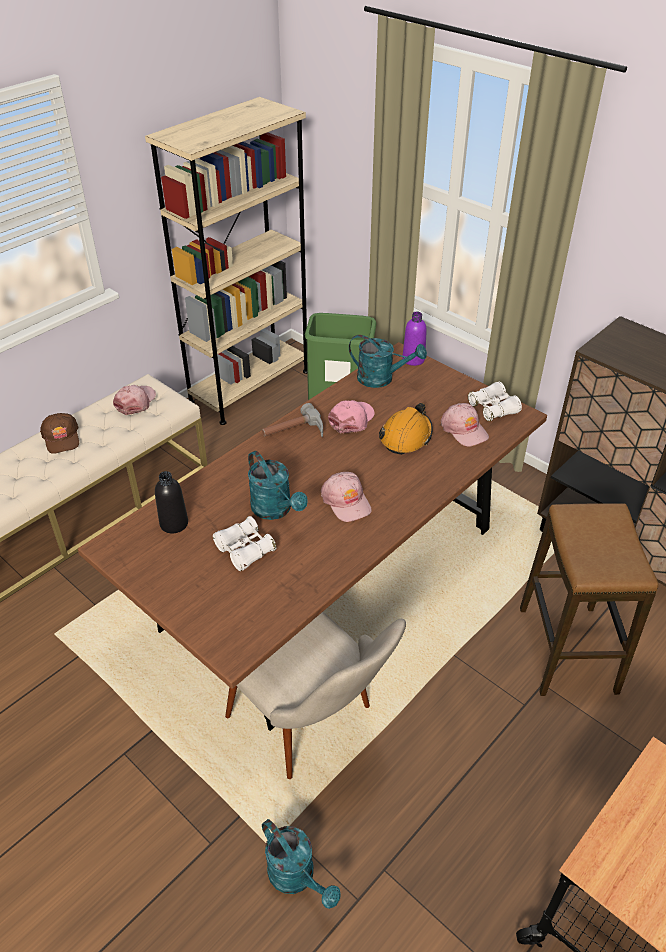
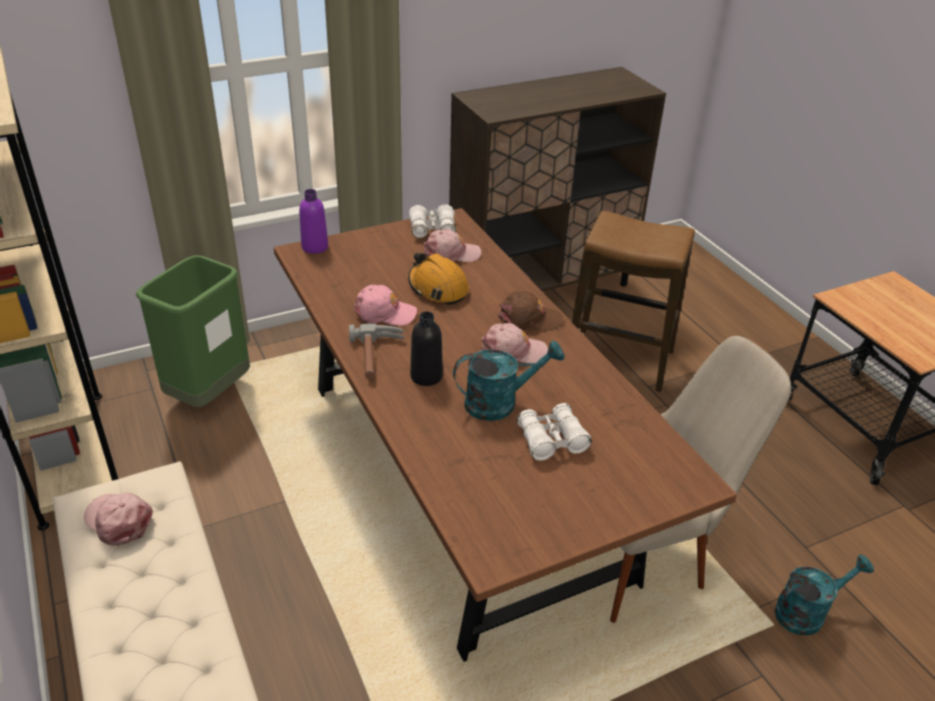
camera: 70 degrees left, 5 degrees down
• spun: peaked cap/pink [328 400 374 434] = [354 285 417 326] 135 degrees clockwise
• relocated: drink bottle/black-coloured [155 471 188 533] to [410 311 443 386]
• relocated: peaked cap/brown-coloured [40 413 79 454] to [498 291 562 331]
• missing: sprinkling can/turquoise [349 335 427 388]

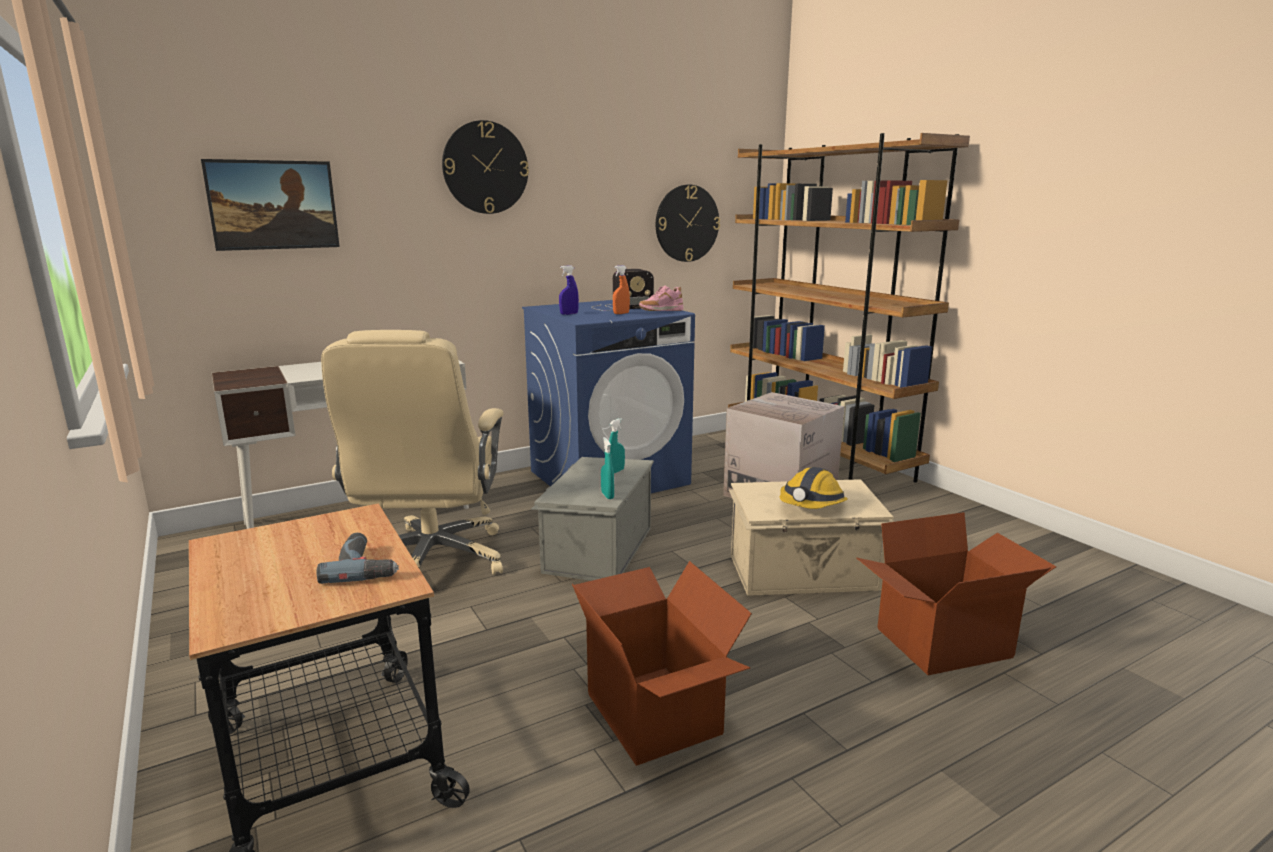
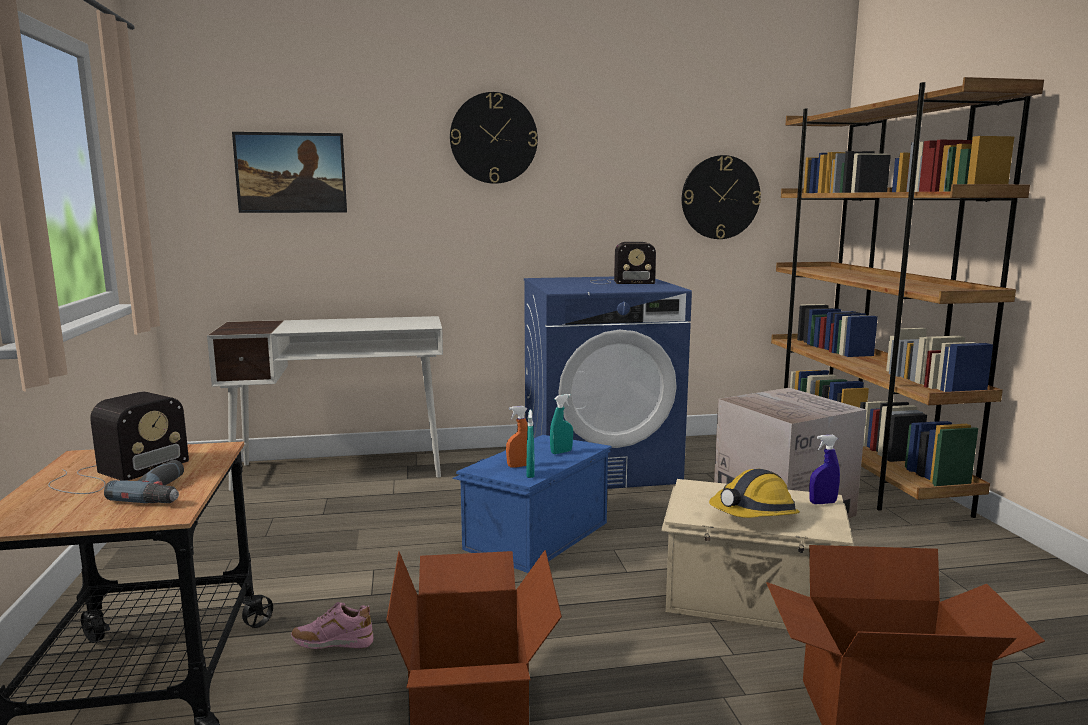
camera: 20 degrees right, 5 degrees down
• appeared: radio set [48 391 189 494]
• relocated: low shoe/pink [639 285 683 311] to [291 602 373 649]
• colour: storage container/gray [531 457 654 581] to storage container/bluish [452 435 611 573]
• relocated: hand sprayer/orange-coloured [613 265 630 314] to [506 406 528 468]
• relocated: hand sprayer/bluish [559 266 579 315] to [809 435 840 504]
• missing: desk chair/beige-coloured [321 330 503 575]

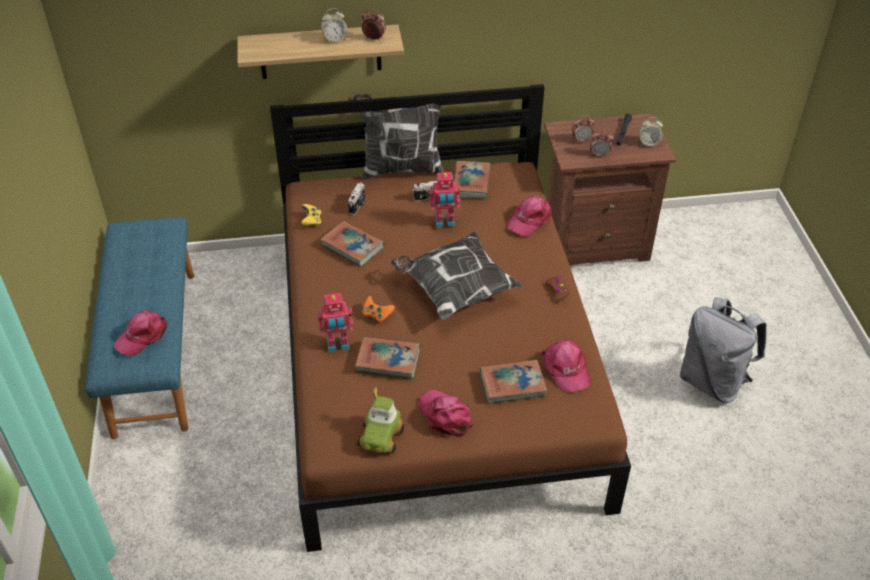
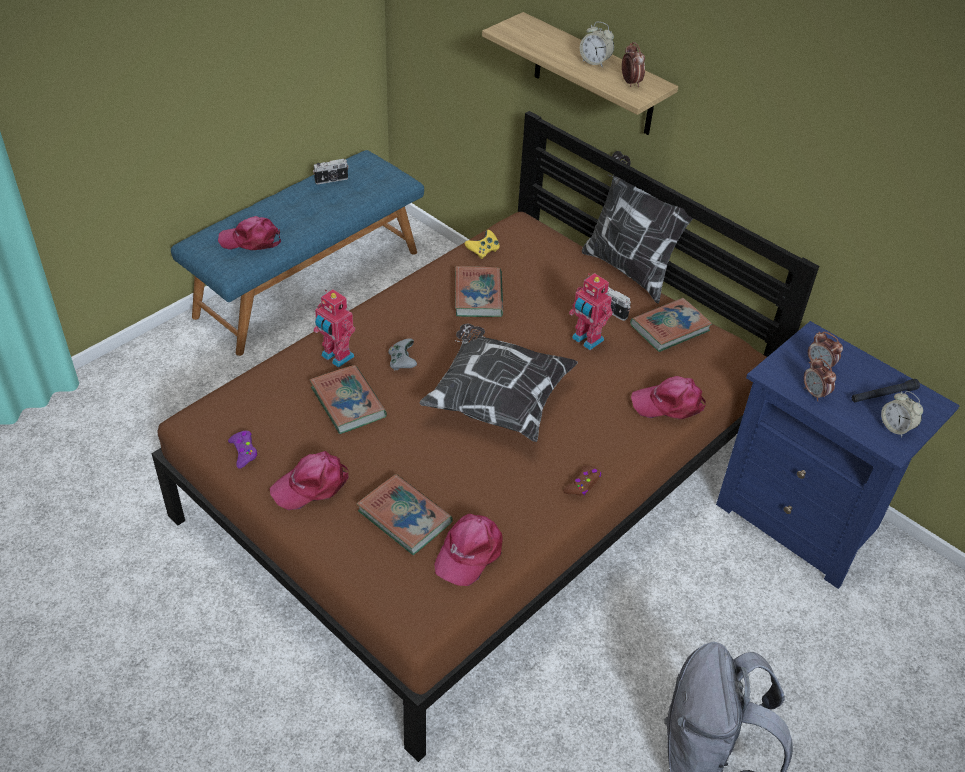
camera: 50 degrees right, 0 degrees up
• exchanged: model car [357 387 404 453] to joypad/purple [228 431 257 469]
• spun: peaked cap/pink [418 390 474 437] = [270 451 348 510] 135 degrees counterclockwise
• relocated: photo camera [348 182 365 215] to [313 159 349 184]
• colour: joypad/orange-coloured [362 296 395 323] to joypad/gray [388 339 417 371]
• colour: bedside table/brown-coloured [544 113 676 265] to bedside table/bluish [716 321 960 589]

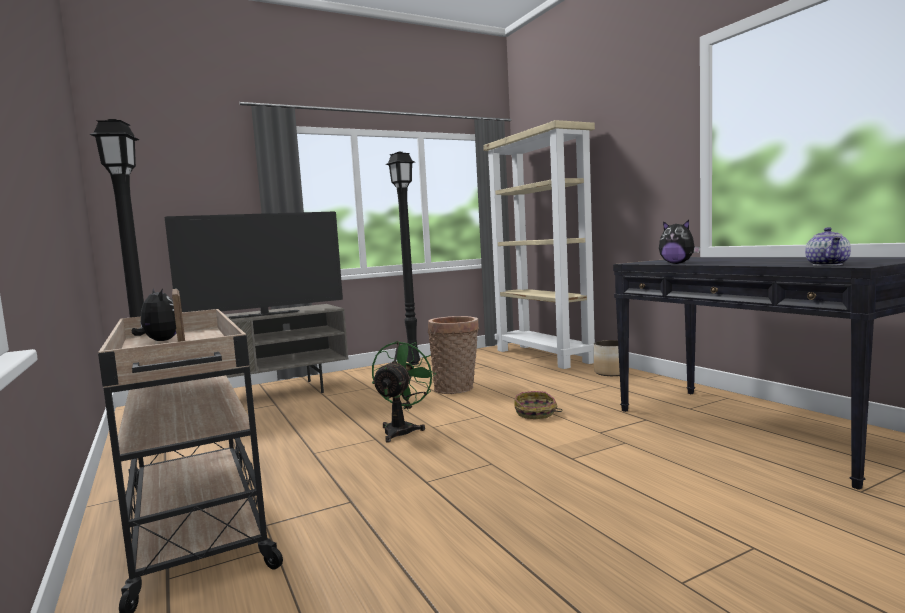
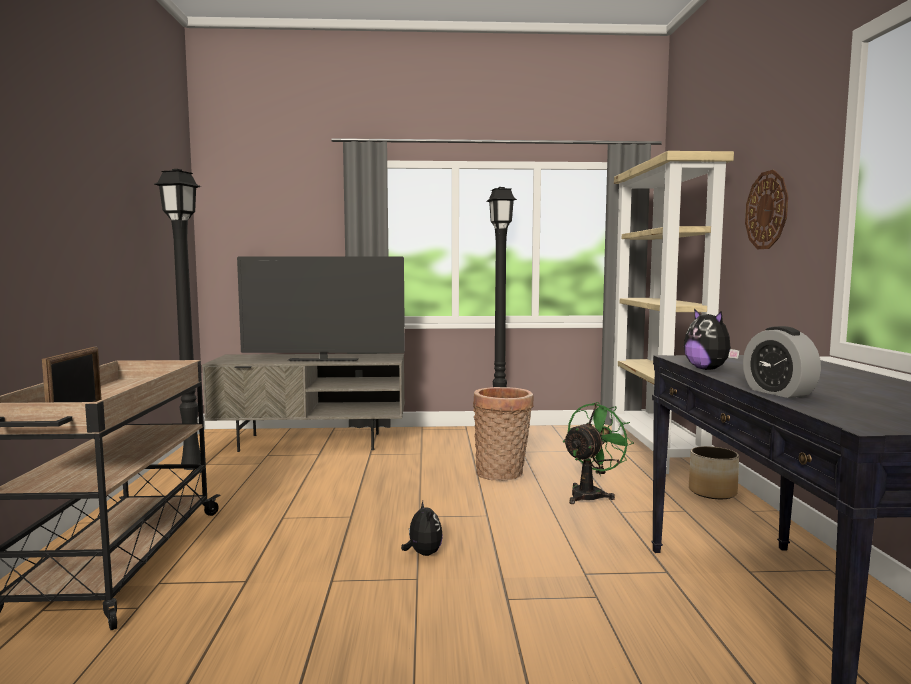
camera: 25 degrees right, 0 degrees up
• relocated: plush toy [132 288 176 341] to [401 501 443 556]
• relocated: electric fan/green [372 341 437 443] to [563 402 634 504]
• appeared: table clock [743 326 821 398]
• appeared: wall clock [745 170 788 249]
• missing: household basket [515 391 563 419]
• missing: teapot [805 227 851 266]

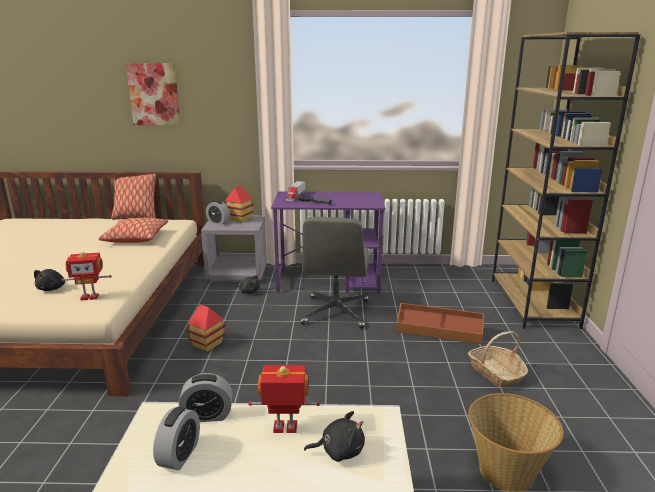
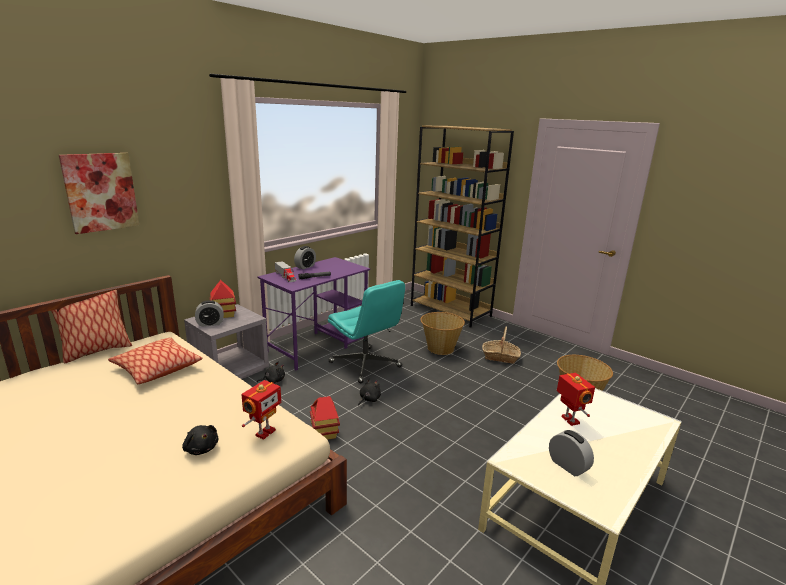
camera: 50 degrees left, 0 degrees up
• relocated: table clock [179 373 233 422] to [294 246 316 269]
• colour: desk chair/gray [300 217 369 329] to desk chair/turquoise [328 280 405 383]
• relocated: plush toy/black-coloured [304 411 365 462] to [358 379 381 406]
• exchanged: storage container/brown-coloured [396 303 484 344] to household basket [420 312 465 355]
• spun: robot figure [248 365 320 433] = [556 373 595 426] 120 degrees clockwise

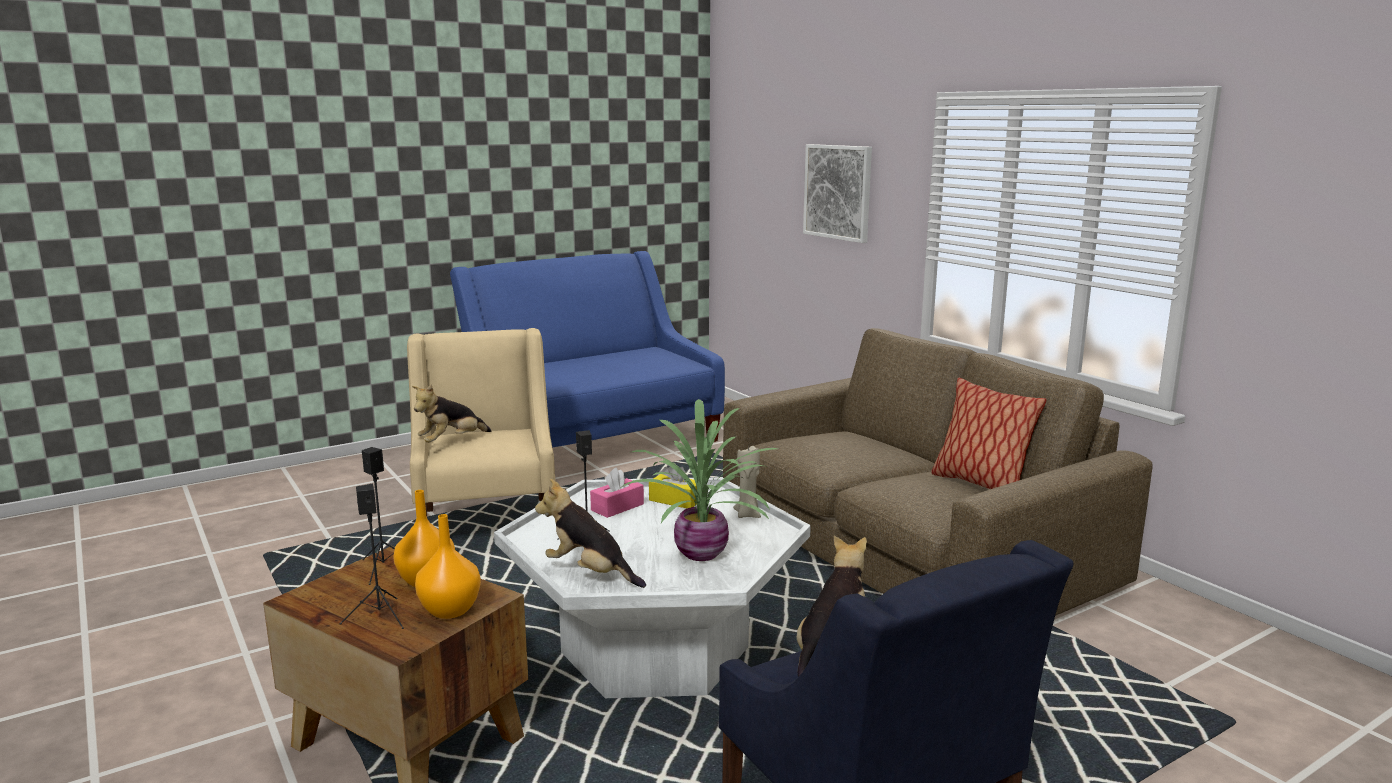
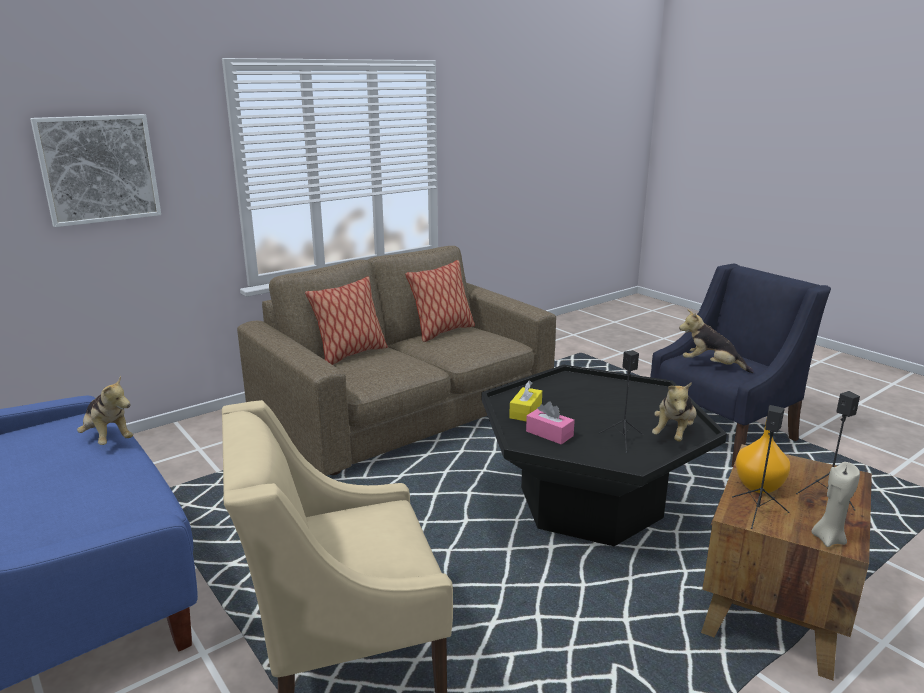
camera: 95 degrees left, 5 degrees up
• relocated: plush toy [412 385 491 443] to [77 376 133 445]
• appeared: throw pillow [305 276 388 365]
• colour: low table/whitish [494 477 811 698] to low table/black-coloured [482 365 727 546]
• relocated: wax candle/beige-coloured [733 444 761 518] to [811 462 860 547]
• missing: flower vase/orange-coloured [415 514 481 619]
• missing: plant in a pot [618 399 778 561]

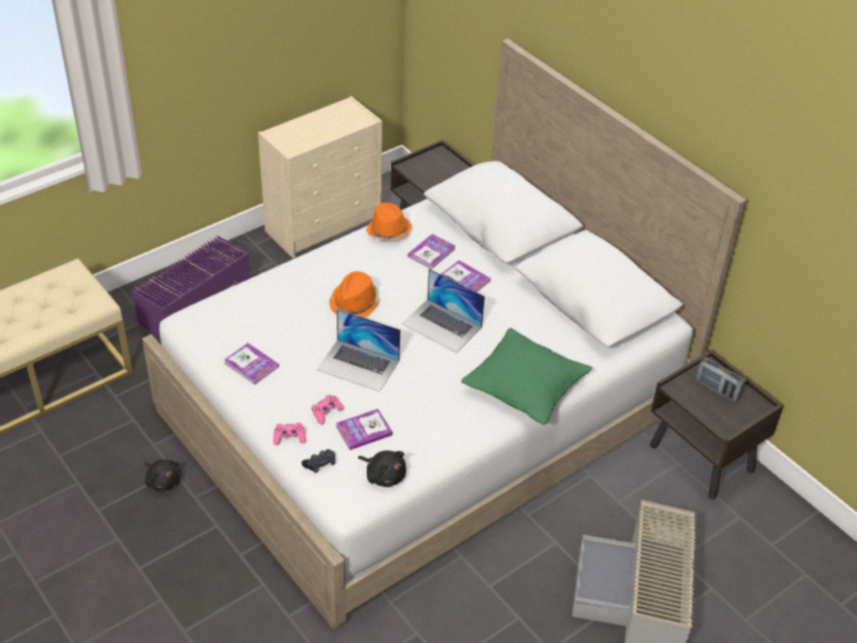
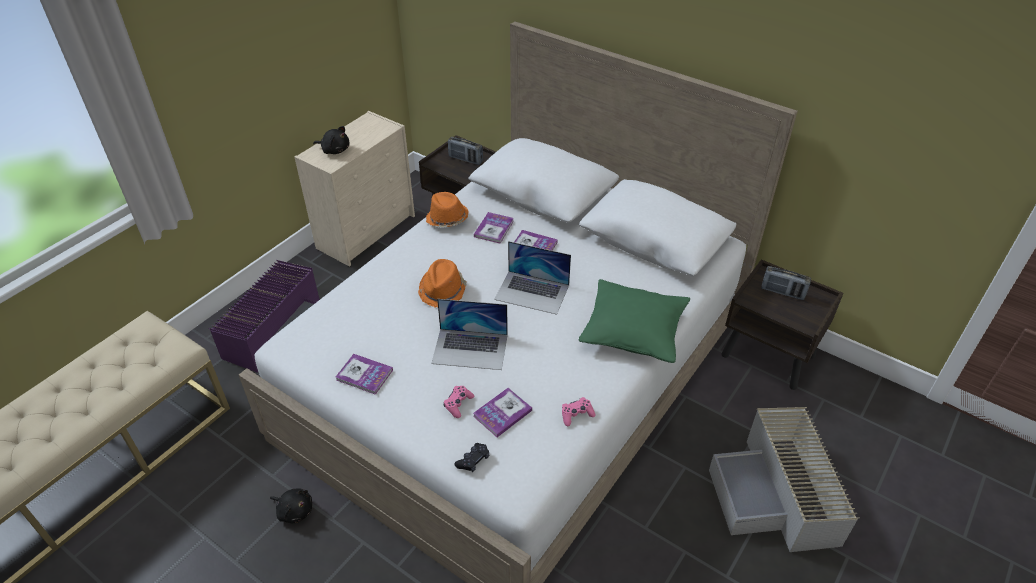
camera: 15 degrees left, 0 degrees up
• relocated: plush toy/black-coloured [358 450 406 487] to [313 126 350 154]
• appeared: radio set [448 137 483 165]
• relocated: joypad/pink [273 422 306 445] to [562 397 596 426]

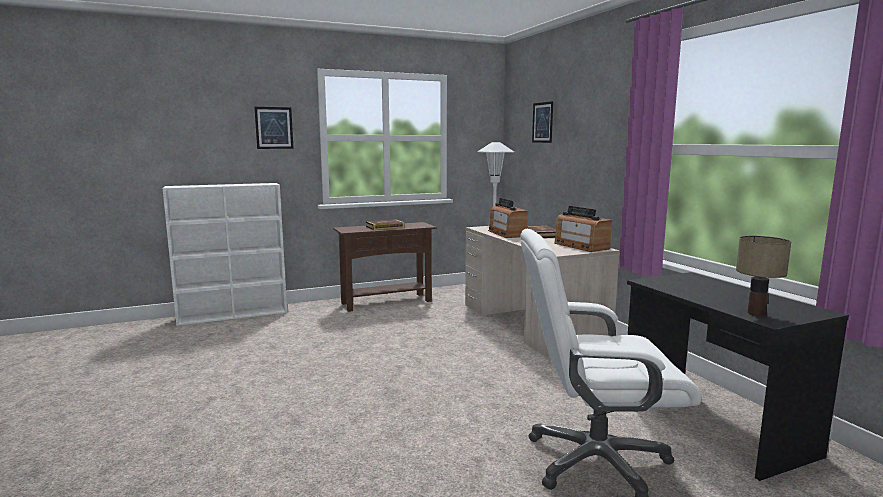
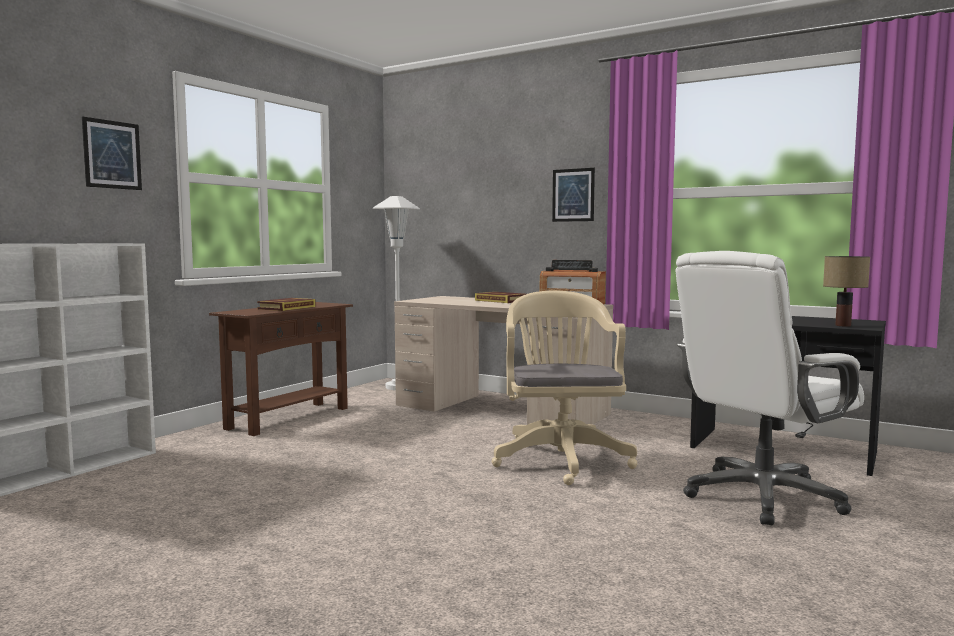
camera: 35 degrees left, 5 degrees down
• appeared: desk chair/beige-coloured [492 290 637 485]
• relocated: wall art [532 101 553 143] to [552 168 595 222]
• missing: radio set [488 198 528 238]

